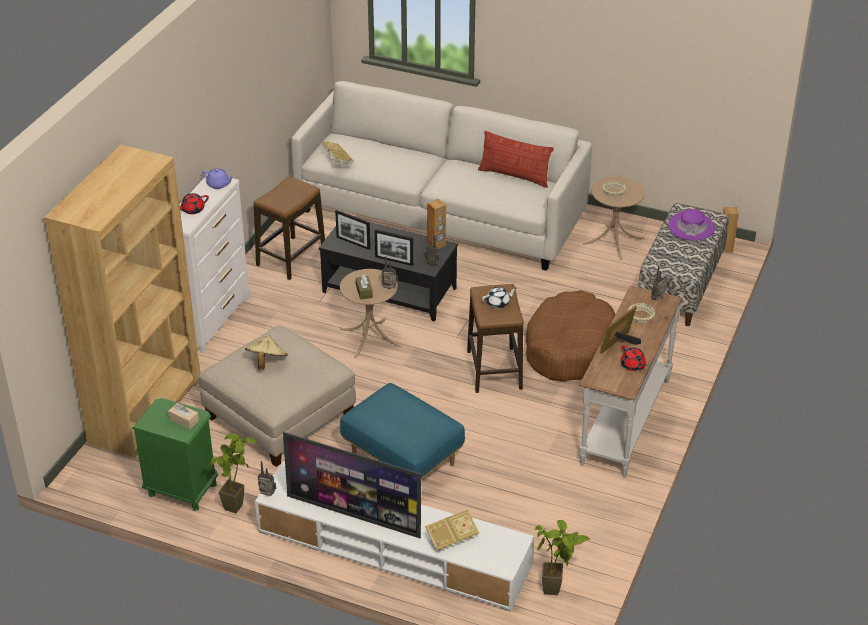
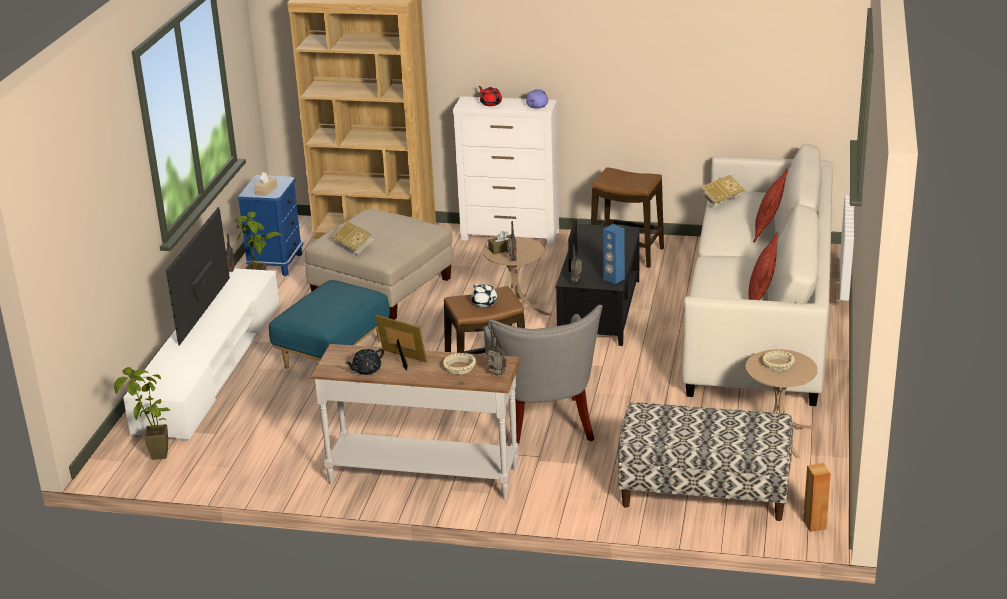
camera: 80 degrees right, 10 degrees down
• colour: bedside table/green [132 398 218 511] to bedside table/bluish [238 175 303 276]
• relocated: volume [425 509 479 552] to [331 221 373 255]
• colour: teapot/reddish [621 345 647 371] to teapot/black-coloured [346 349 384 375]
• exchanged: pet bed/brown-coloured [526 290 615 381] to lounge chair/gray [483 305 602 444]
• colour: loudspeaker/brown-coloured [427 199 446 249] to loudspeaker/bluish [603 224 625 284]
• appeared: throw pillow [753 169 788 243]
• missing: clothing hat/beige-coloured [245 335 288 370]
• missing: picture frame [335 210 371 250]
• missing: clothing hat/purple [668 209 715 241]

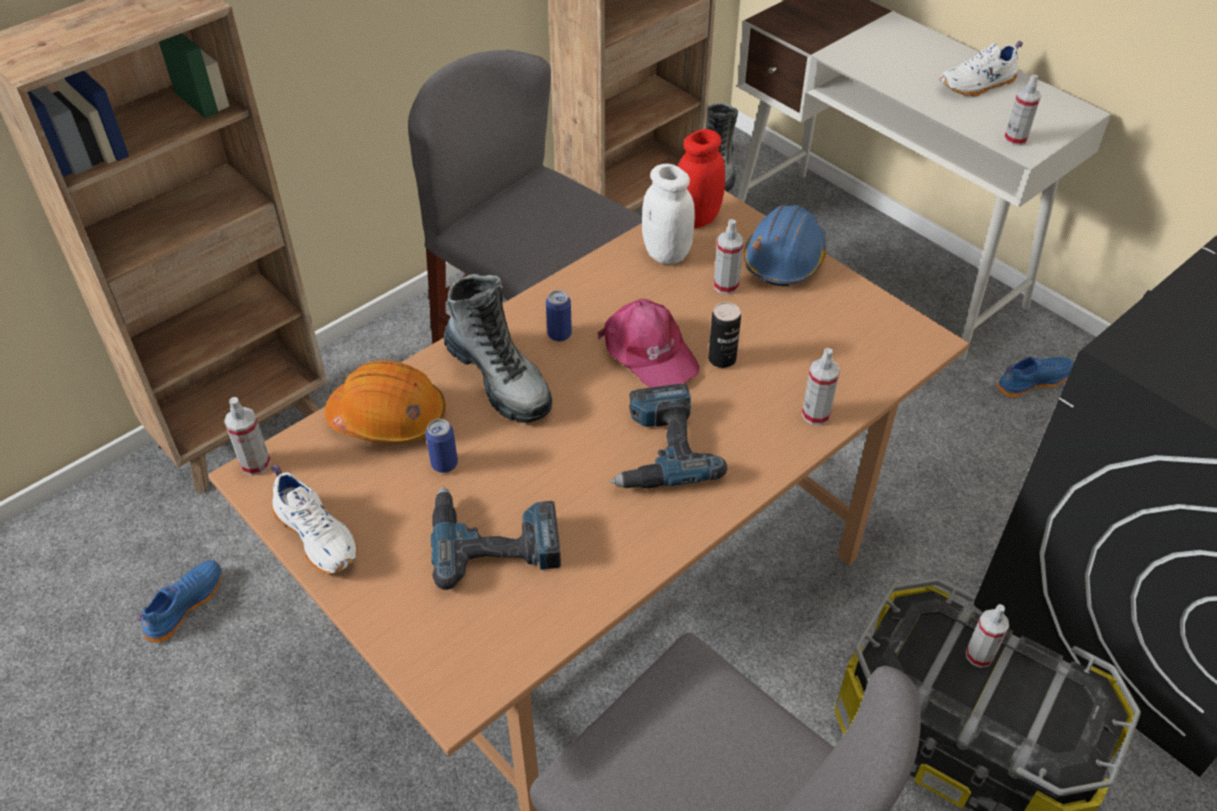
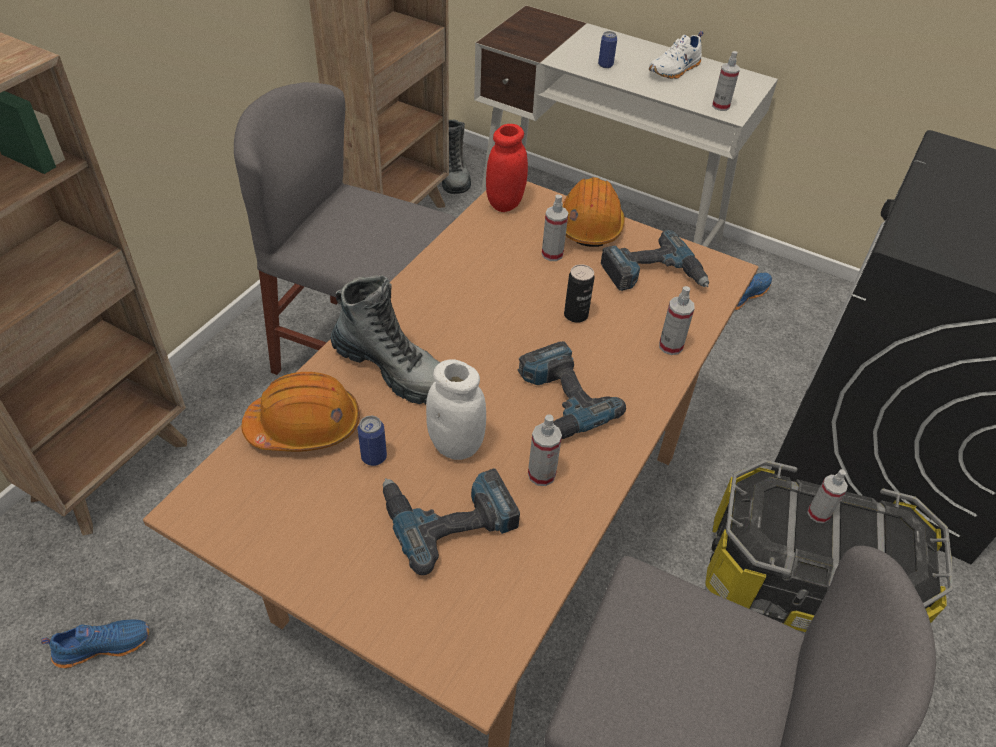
camera: 20 degrees left, 0 degrees up
• spun: low shoe/bluish [137 560 222 643] = [41 619 149 668] 60 degrees clockwise
• relocated: jar/whitish [642 164 695 264] to [426 359 486 460]
• relocated: hand sprayer [224 397 271 476] to [528 414 562 486]
• colour: safety helmet/bluish [743 205 826 286] to safety helmet/orange-coloured [562 177 625 247]
• relocated: metal can [546 290 572 342] to [598 31 617 68]
• appeared: drill [601 229 709 291]
• missing: low shoe/whitish [271 464 358 574]
• missing: peaked cap/pink [597 299 700 388]

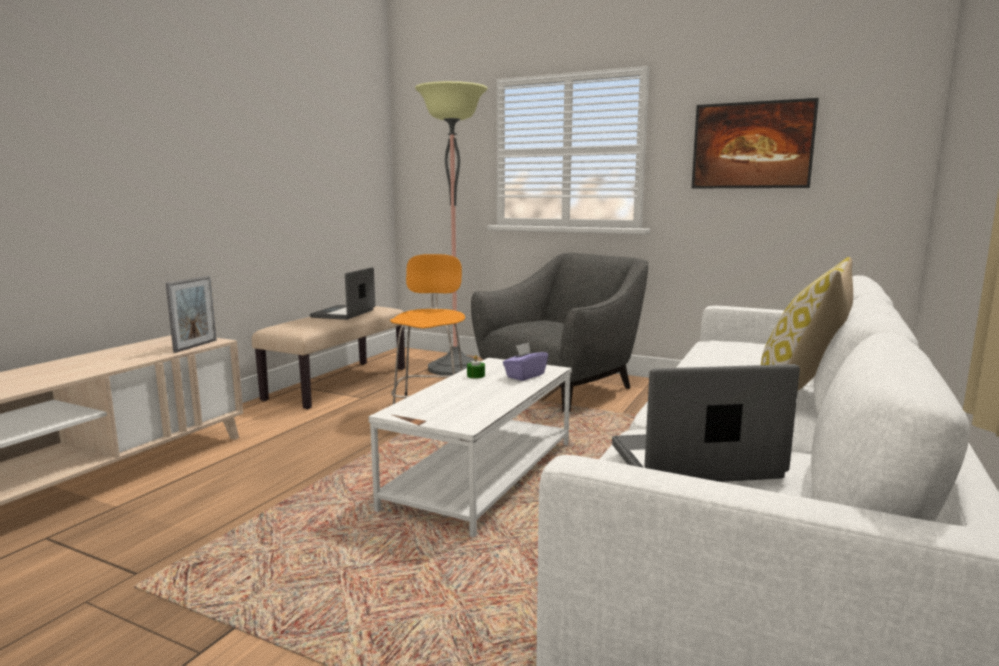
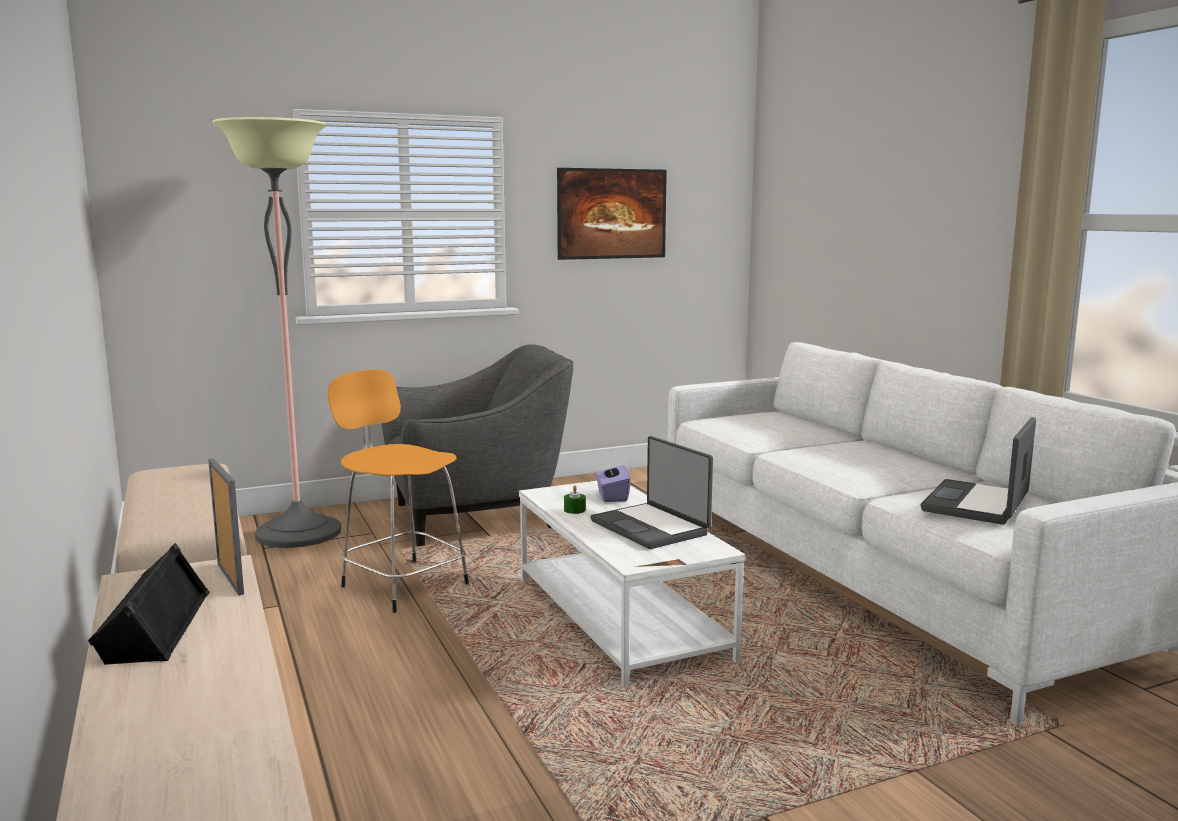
camera: 50 degrees left, 0 degrees up
• appeared: loudspeaker/black-coloured [88 543 209 665]
• spun: lounge chair/gray [471 253 648 412] = [382 344 573 546] 75 degrees clockwise
• relocated: laptop [310 267 375 320] to [590 436 713 549]
• missing: throw pillow [761 257 853 391]

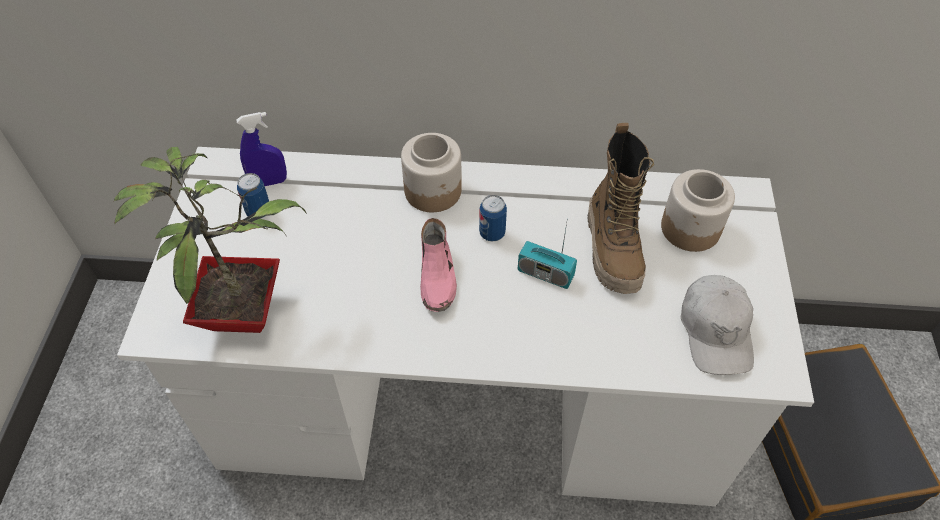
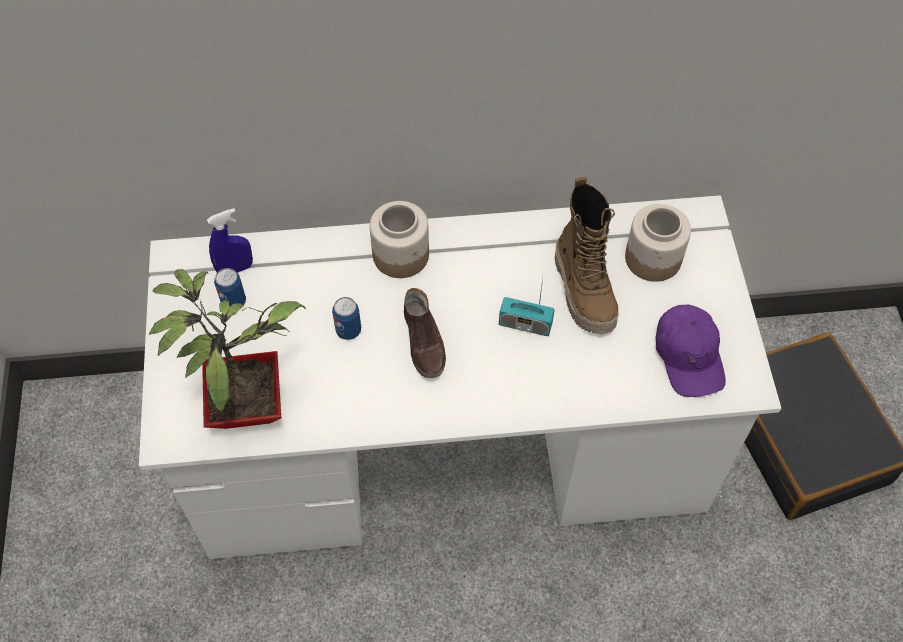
camera: 10 degrees left, 5 degrees up
• relocated: metal can [479 195 507 242] to [332 297 361 340]
• colour: low shoe/pink [420 218 457 312] to low shoe/brown-coloured [404 288 446 378]
• colour: peaked cap/whitish [681 275 754 375] to peaked cap/purple [656 305 726 397]

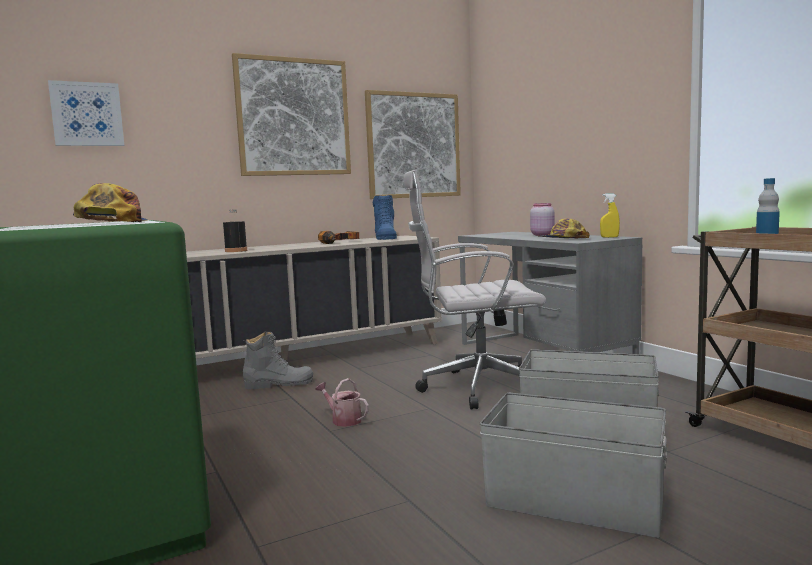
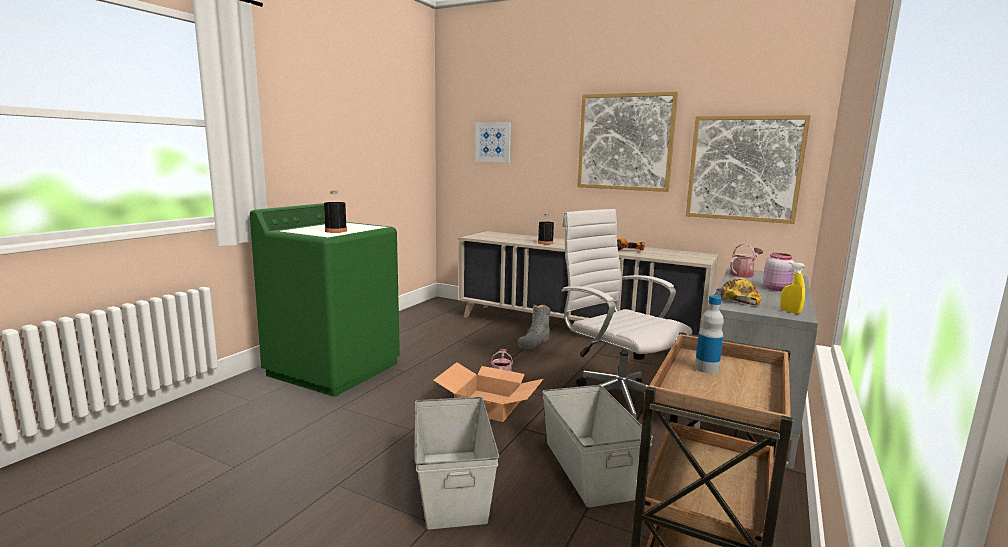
camera: 55 degrees right, 5 degrees up
• exchanged: peaked cap [73 183 148 222] to drink bottle/black-coloured [324 190 347 233]
• appeared: cardboard box [433 362 544 422]
• spun: tall boot/gray [243 332 313 389] = [518 304 550 349] 75 degrees clockwise
• appeared: sprinkling can [730 244 763 278]
• missing: tall boot/bluish [373 195 397 240]

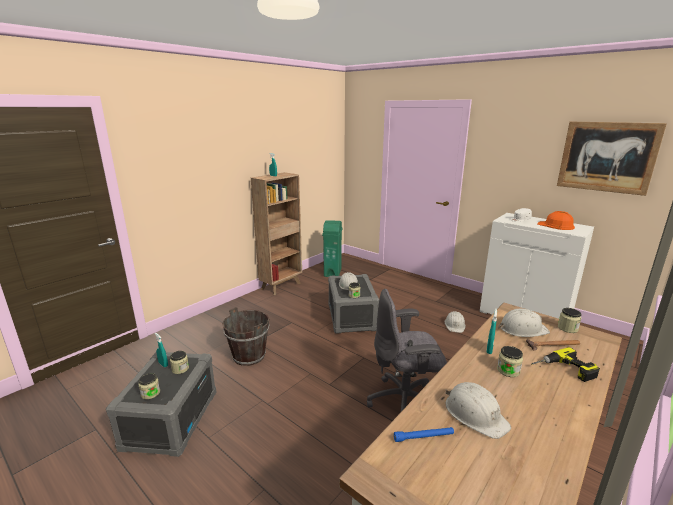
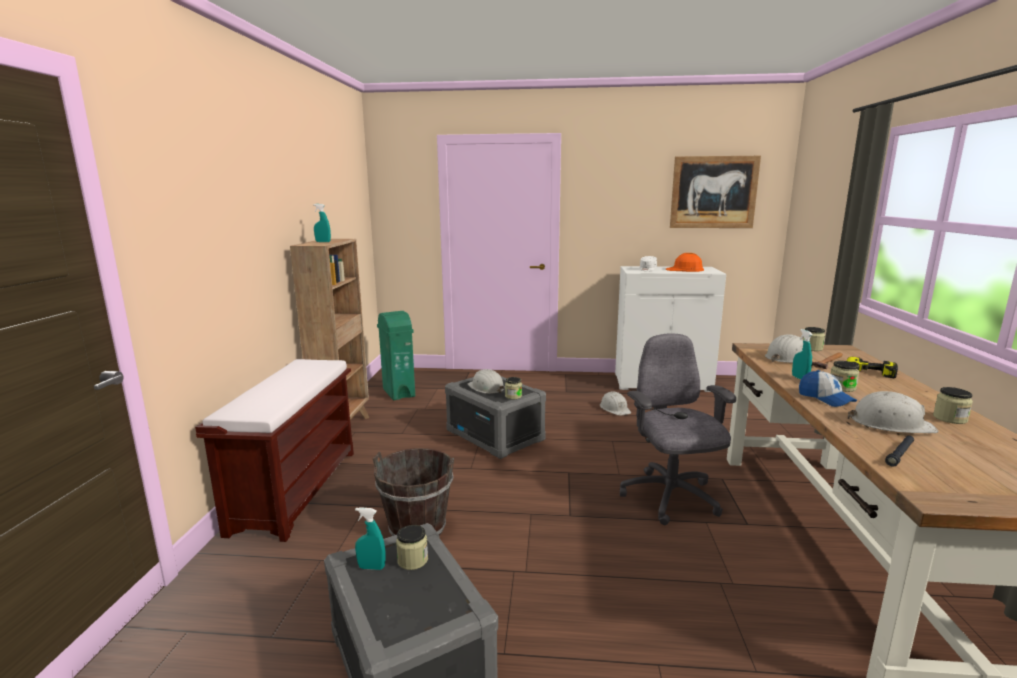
camera: 35 degrees left, 5 degrees down
• appeared: long seat/brown-coloured [195 359 354 542]
• spun: desk chair/gray [367 289 447 413] = [620 333 736 525] 120 degrees clockwise
• appeared: peaked cap [799 370 857 407]
• colour: hand torch/bluish [394 427 454 442] to hand torch/black-coloured [885 435 914 466]
• relocated: jar [138 373 160 399] to [933 387 973 424]

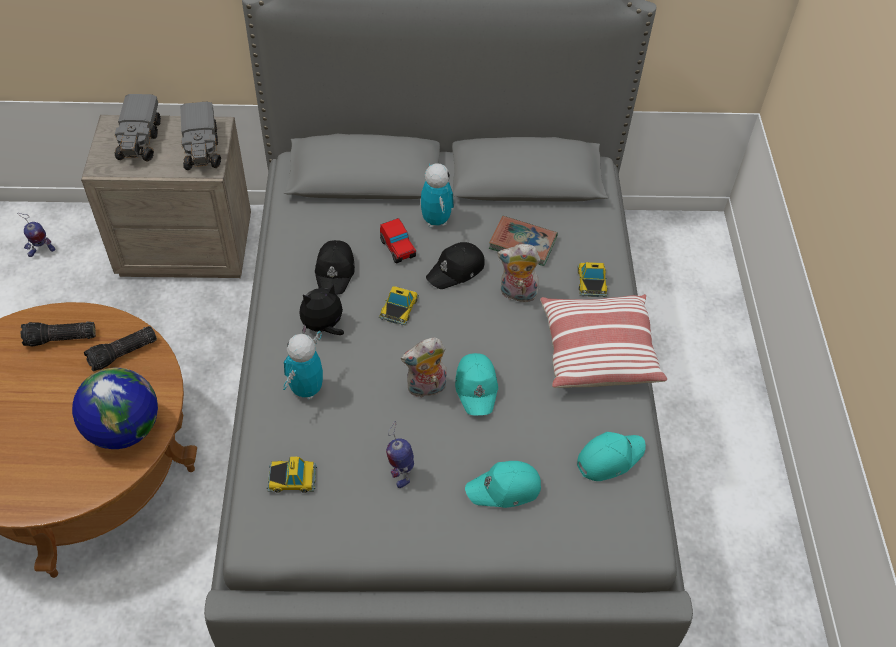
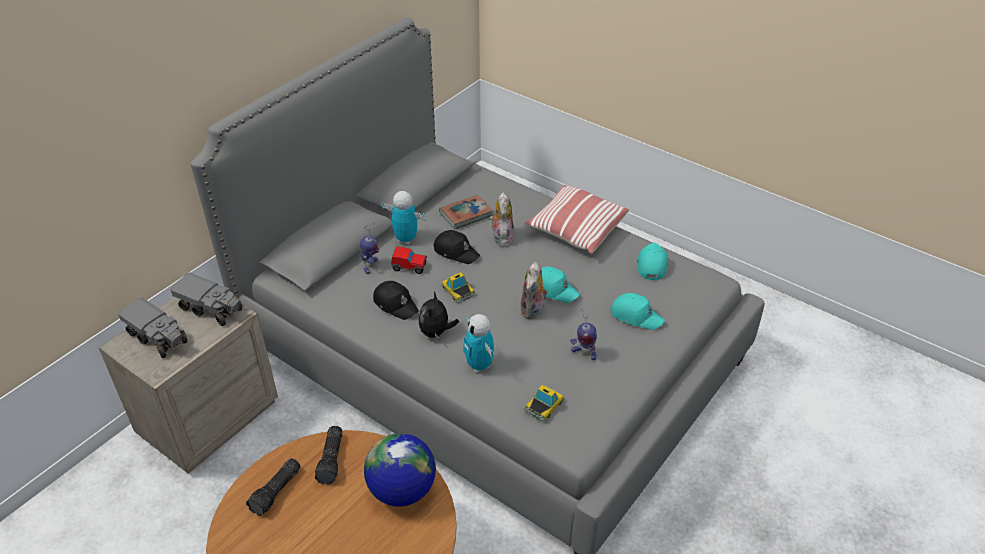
camera: 50 degrees left, 10 degrees down
• relocated: robot figure [17 213 56 257] to [360 223 379 274]
• spun: peaked cap/black-coloured [426 242 485 289] = [433 230 480 264] 60 degrees counterclockwise
• spun: plush toy [498 244 540 302] = [490 192 515 247] 135 degrees clockwise
• spun: peaked cap/turquoise [465 461 541 508] = [610 293 665 330] 90 degrees counterclockwise
• missing: model car [578 262 607 297]

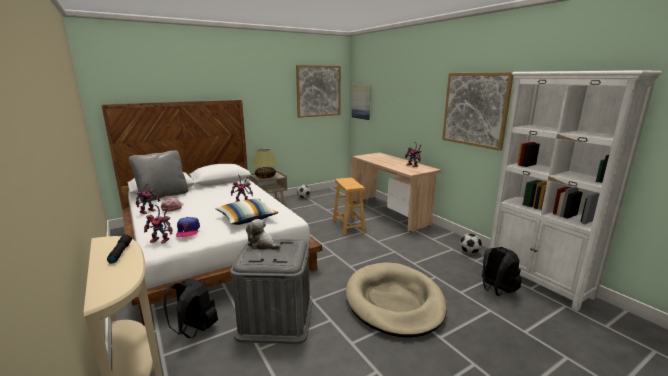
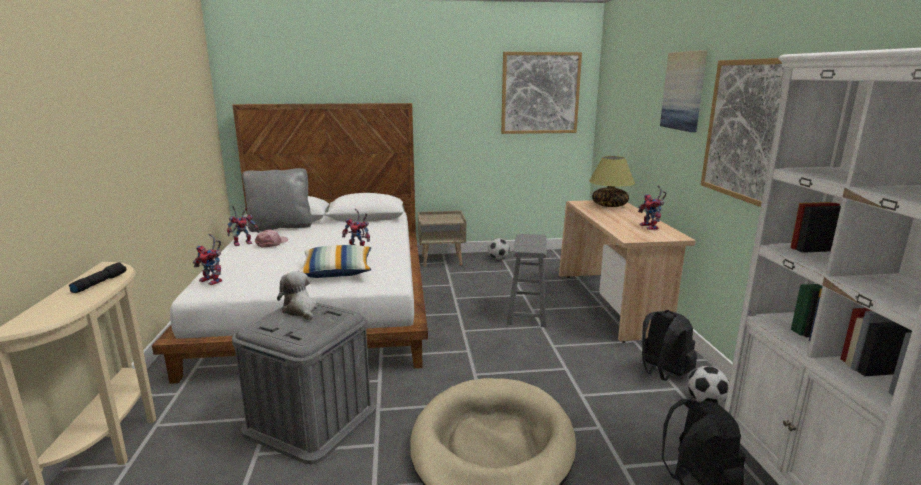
camera: 25 degrees right, 0 degrees up
• colour: stool seat/brown-coloured [333 178 366 235] to stool seat/gray [507 234 547 327]
• relocated: tabletop lamp [252 149 278 178] to [589 156 635 207]
• relocated: knapsack/black-coloured [163 279 218 338] to [642 310 697 381]
• relocated: wall art [352 85 371 120] to [660 50 707 132]
• missing: peaked cap [176 217 200 237]

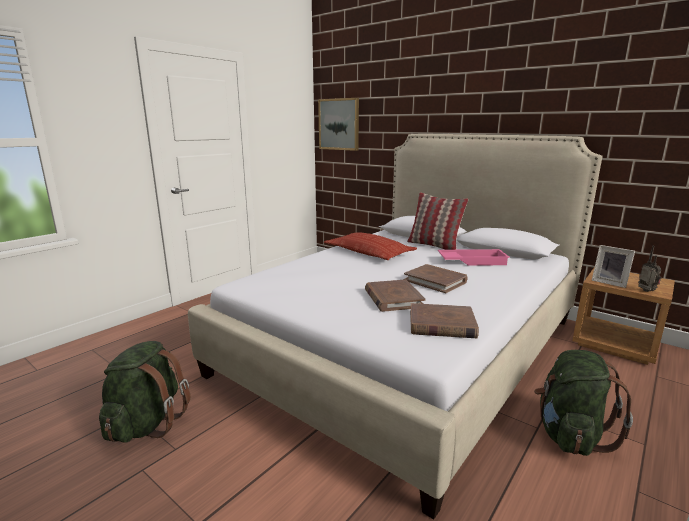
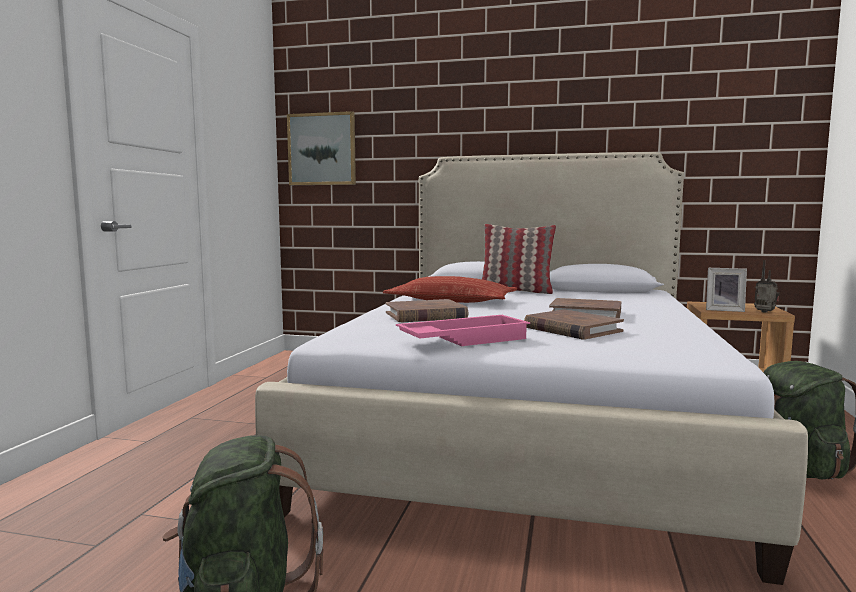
camera: 25 degrees left, 10 degrees down
• relocated: volume/brown-coloured [410 303 479 338] to [386 299 468 322]
• relocated: tray/pink [438 249 510 266] to [396 315 530 346]

